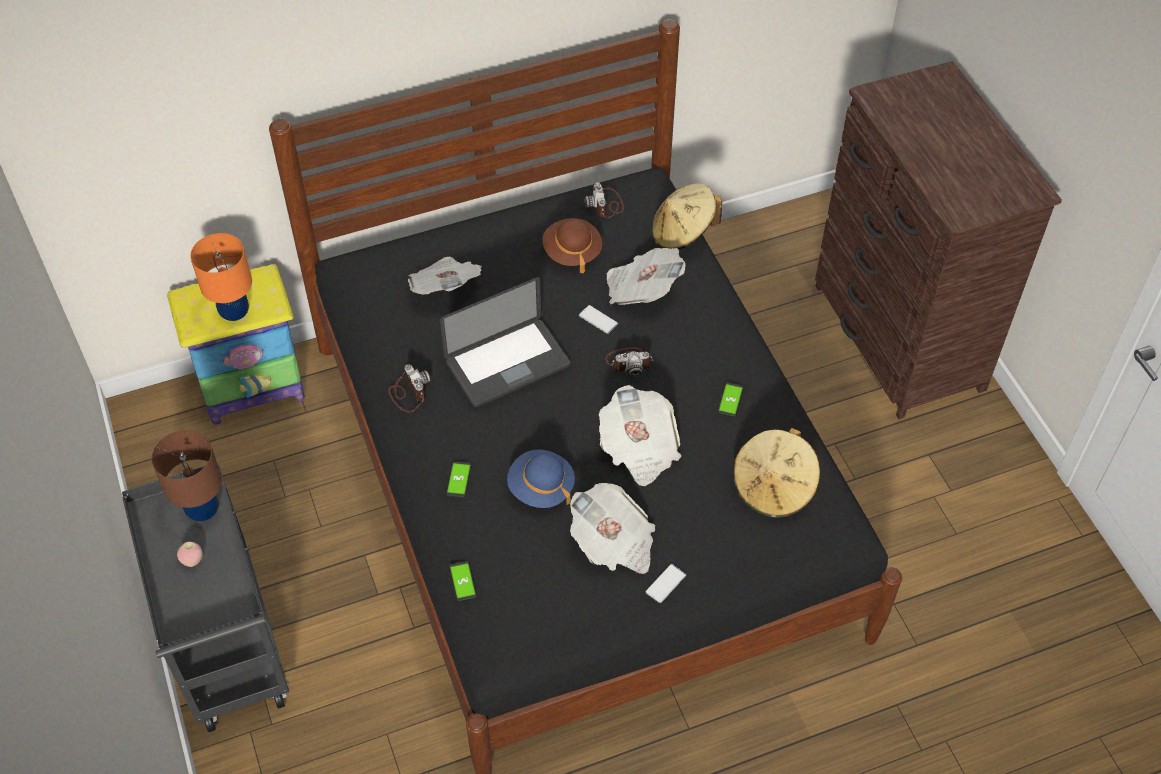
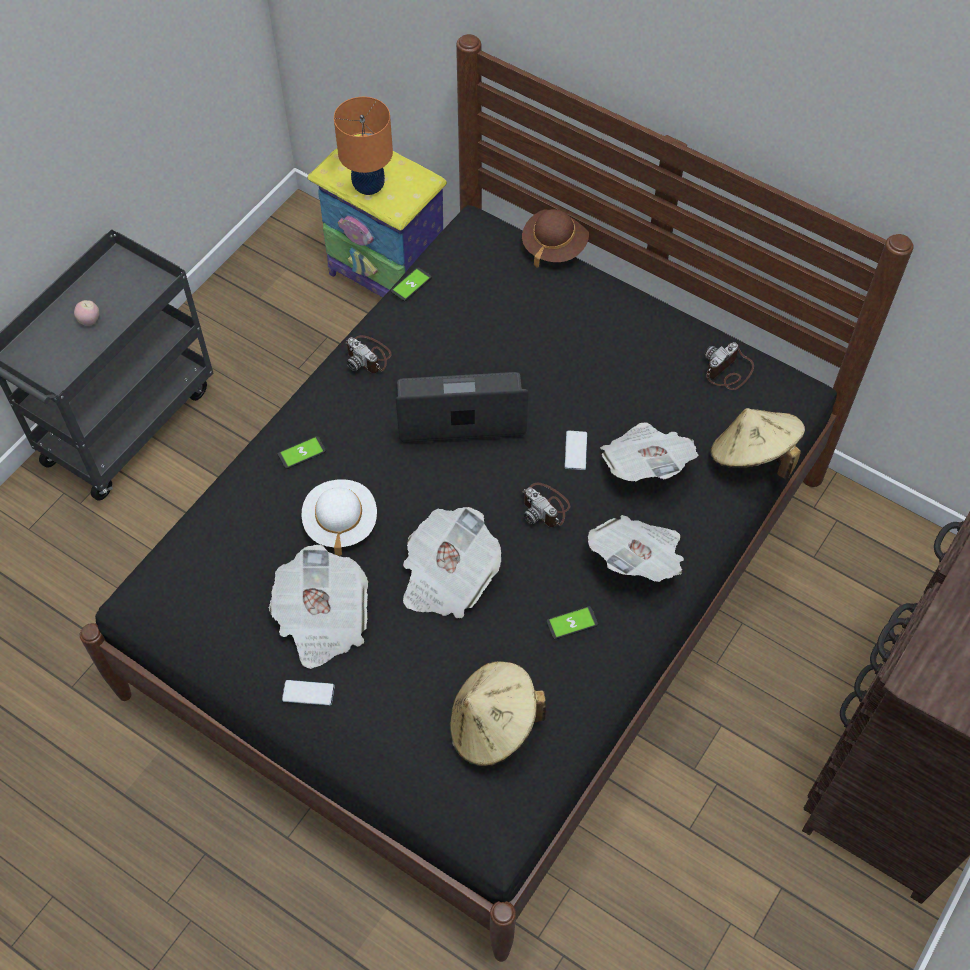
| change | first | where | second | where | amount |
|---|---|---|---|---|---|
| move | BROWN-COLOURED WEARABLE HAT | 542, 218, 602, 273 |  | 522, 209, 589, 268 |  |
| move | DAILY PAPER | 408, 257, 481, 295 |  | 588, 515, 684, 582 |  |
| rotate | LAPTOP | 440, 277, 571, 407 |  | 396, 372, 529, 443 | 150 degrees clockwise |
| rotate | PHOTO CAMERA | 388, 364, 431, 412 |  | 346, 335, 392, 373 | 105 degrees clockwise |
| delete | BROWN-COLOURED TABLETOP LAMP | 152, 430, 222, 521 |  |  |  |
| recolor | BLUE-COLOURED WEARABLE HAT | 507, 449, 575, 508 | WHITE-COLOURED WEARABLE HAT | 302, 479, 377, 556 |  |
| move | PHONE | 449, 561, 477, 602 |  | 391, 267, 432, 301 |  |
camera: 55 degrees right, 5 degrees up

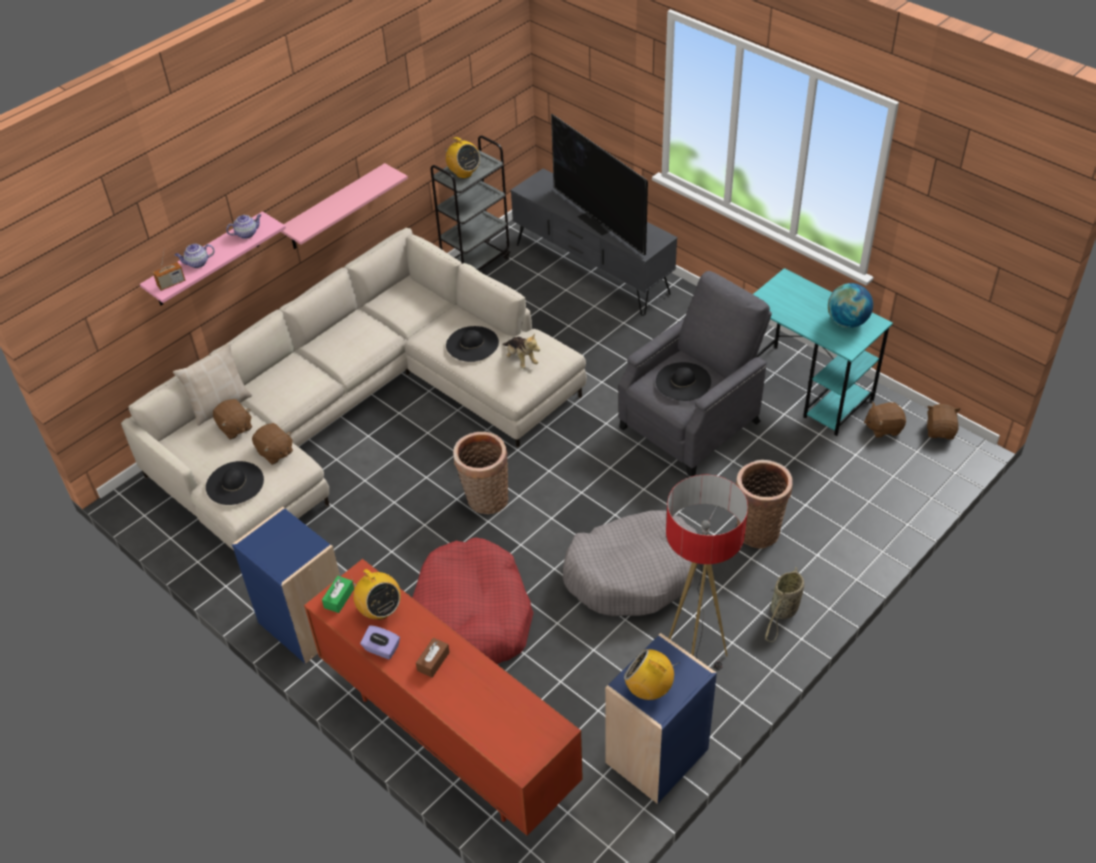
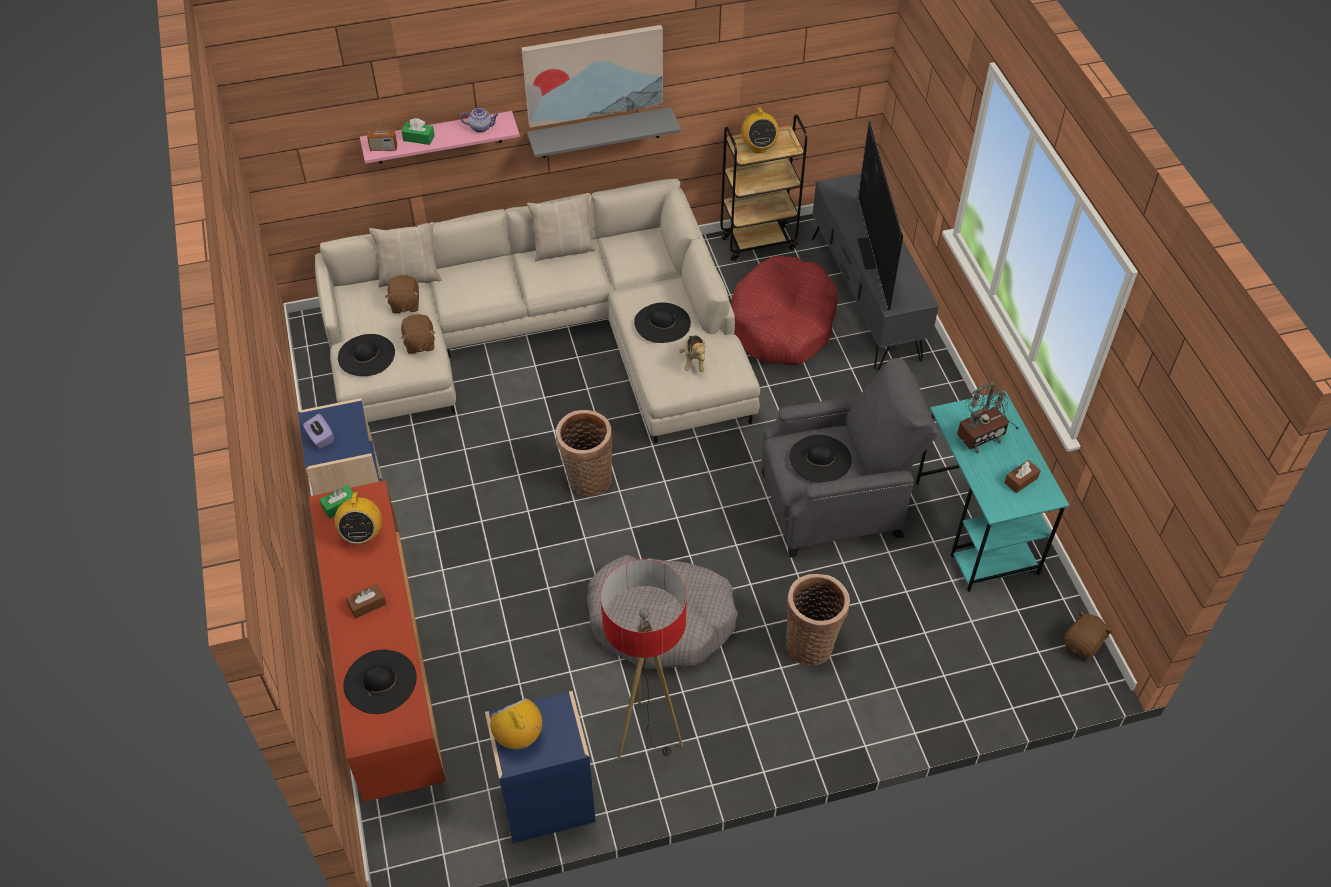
| change | first | where | second | where | amount |
|---|---|---|---|---|---|
| recolor | GRAY CART | 431, 136, 512, 271 | BROWN-COLOURED CART | 720, 114, 807, 261 |  |
| recolor | PINK SHELF | 281, 163, 408, 249 | GRAY SHELF | 527, 107, 681, 158 |  |
| replace | TEAPOT | 175, 244, 215, 268 | GREEN-COLOURED BOX OF TISSUES | 401, 118, 435, 145 |  |
| replace | GLOBE | 828, 283, 873, 328 | BROWN-COLOURED BOX OF TISSUES | 1004, 460, 1041, 493 |  |
| delete | BROWN-COLOURED PLUSH TOY | 864, 402, 906, 438 |  |  |  |
| move | RED-COLOURED PET BED | 412, 537, 533, 664 |  | 731, 256, 838, 365 |  |
| delete | HOUSEHOLD BASKET | 765, 567, 804, 642 |  |  |  |
| move | PURPLE BOX OF TISSUES | 360, 625, 400, 659 |  | 303, 414, 334, 449 |  |
| insert |  |  | WALL PICTURE | 522, 25, 663, 128 |  |
| insert |  |  | BEIGE-COLOURED THROW PILLOW | 527, 193, 596, 262 |  |
| insert |  |  | TABLETOP LAMP | 957, 382, 1019, 453 |  |
| insert |  |  | BLACKISH WEARABLE HAT | 343, 650, 417, 714 |  |
camera: 30 degrees right, 5 degrees up

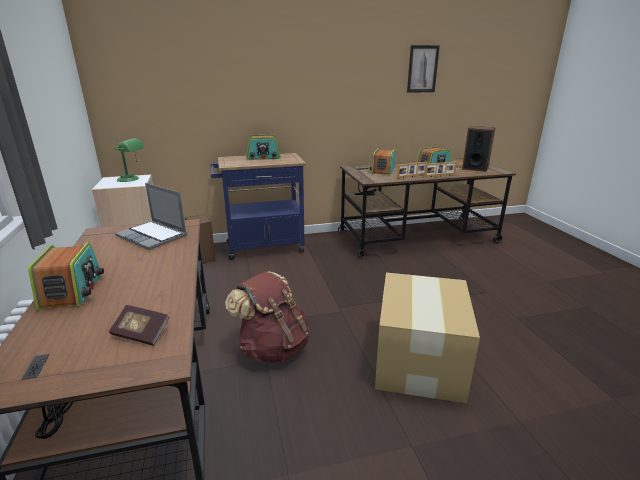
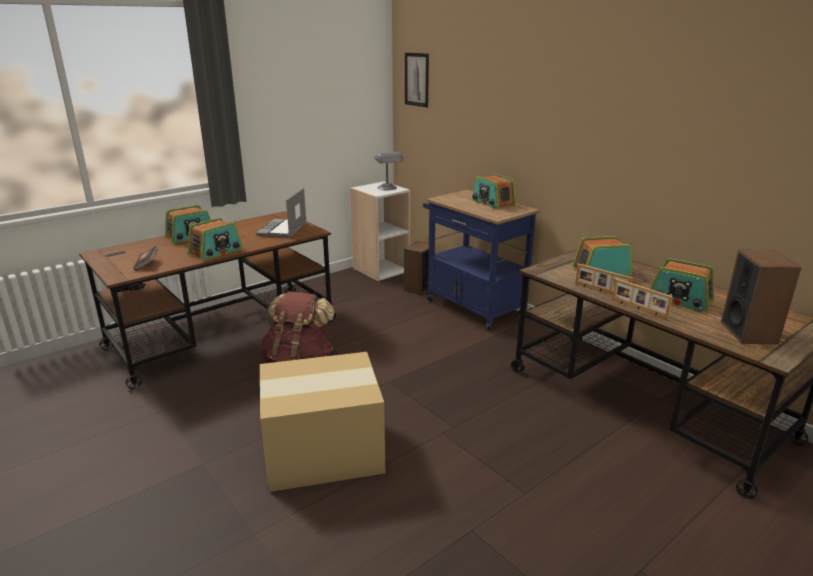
| change | first | where | second | where | amount |
|---|---|---|---|---|---|
| move | WALL PICTURE | 407, 45, 440, 93 |  | 405, 52, 429, 107 |  |
| recolor | GREEN-COLOURED TABLETOP LAMP | 112, 138, 144, 182 | GRAY TABLETOP LAMP | 373, 152, 404, 190 |  |
| insert |  |  | RADIO SET | 188, 218, 243, 261 |  |
camera: 65 degrees right, 0 degrees up

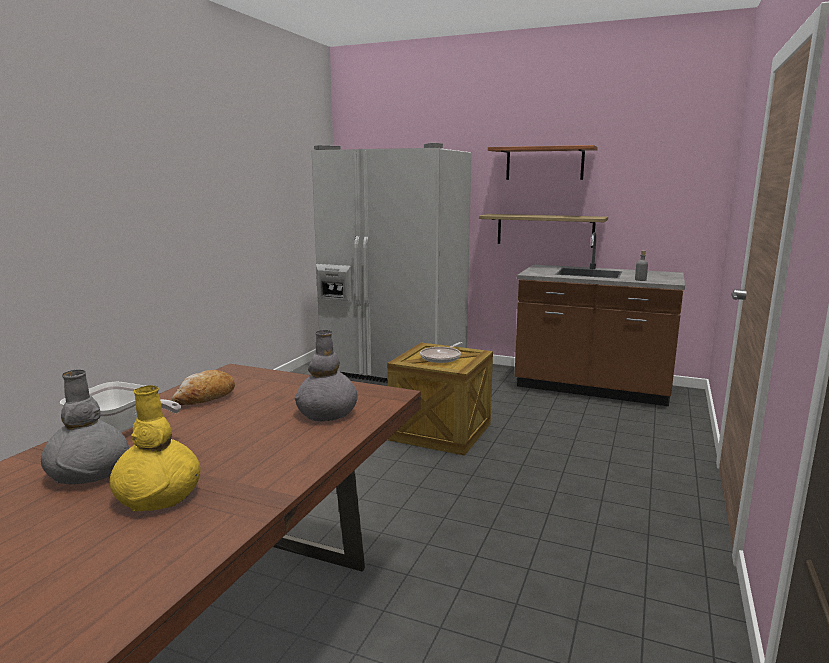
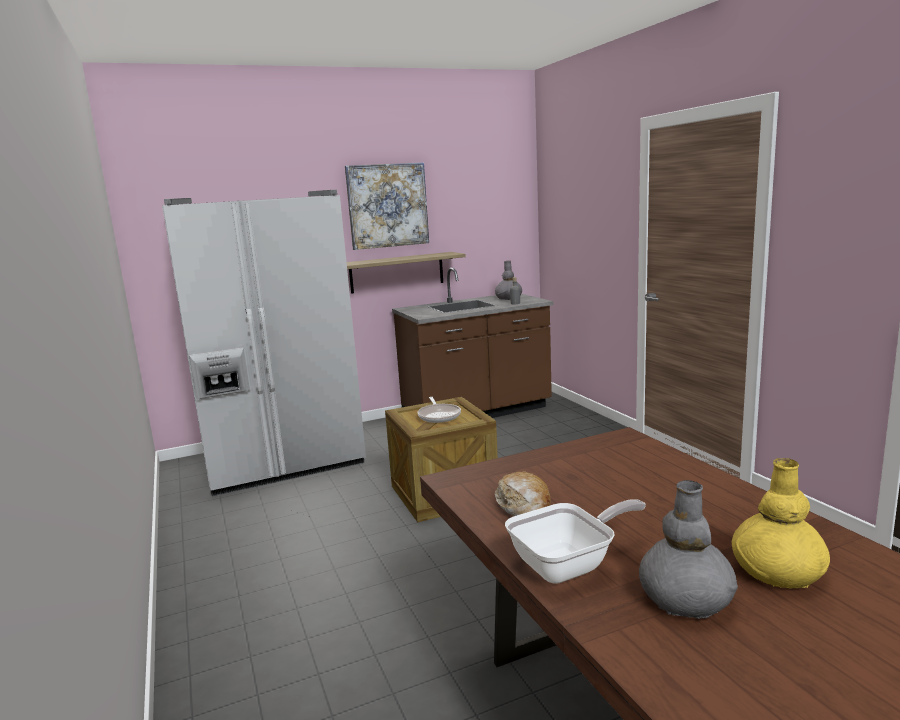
| change | first | where | second | where | amount |
|---|---|---|---|---|---|
| replace | SHELF | 488, 145, 598, 180 | WALL PICTURE | 345, 162, 429, 250 |  |
| move | GRAY DECORATIVE VASE | 295, 330, 357, 422 |  | 495, 261, 522, 300 |  |
camera: 45 degrees left, 0 degrees up

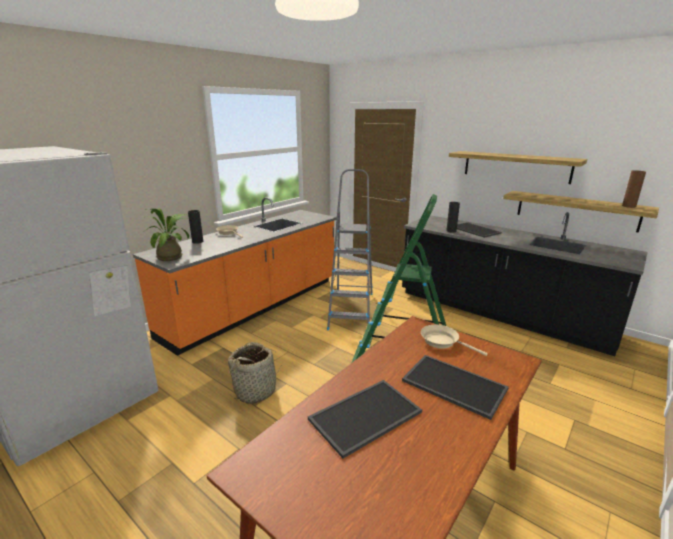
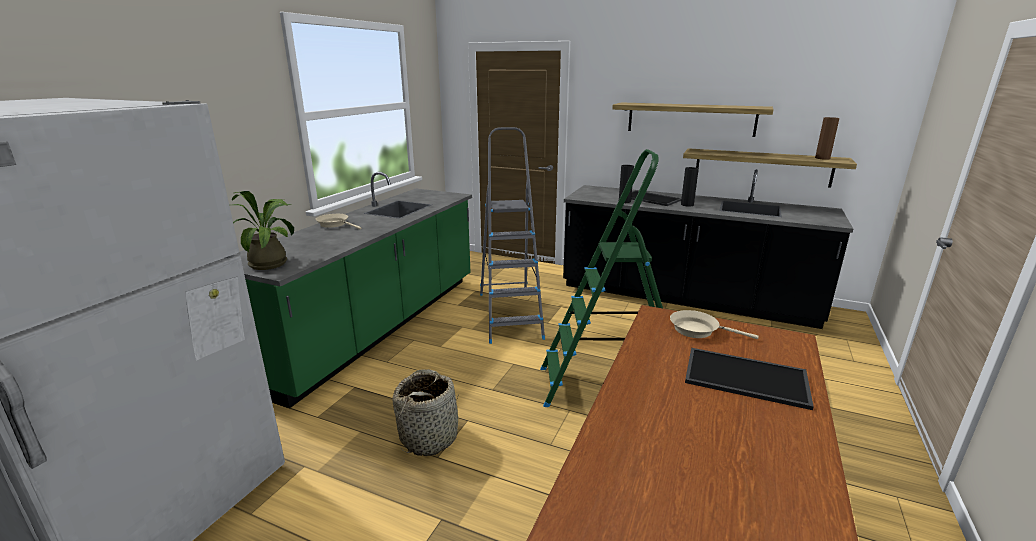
| change | first | where | second | where | amount |
|---|---|---|---|---|---|
| recolor | ORANGE KITCHEN COUNTER | 133, 197, 337, 356 | GREEN-COLOURED KITCHEN COUNTER | 237, 172, 472, 408 |  |
| move | BLACKISH DECORATIVE VASE | 188, 210, 203, 244 |  | 681, 167, 699, 206 |  |
| delete | CARRYING TRAY | 308, 380, 422, 459 |  |  |  |
camera: 15 degrees left, 0 degrees up

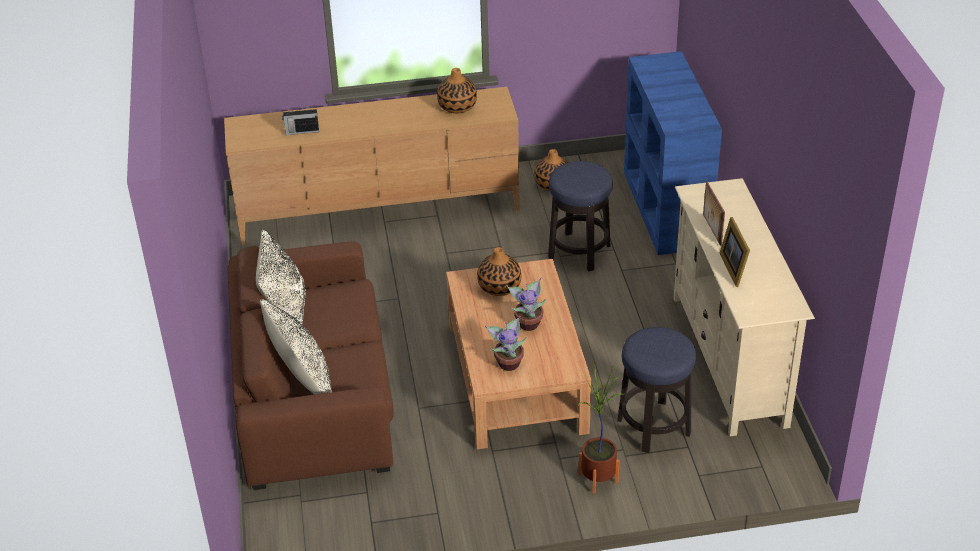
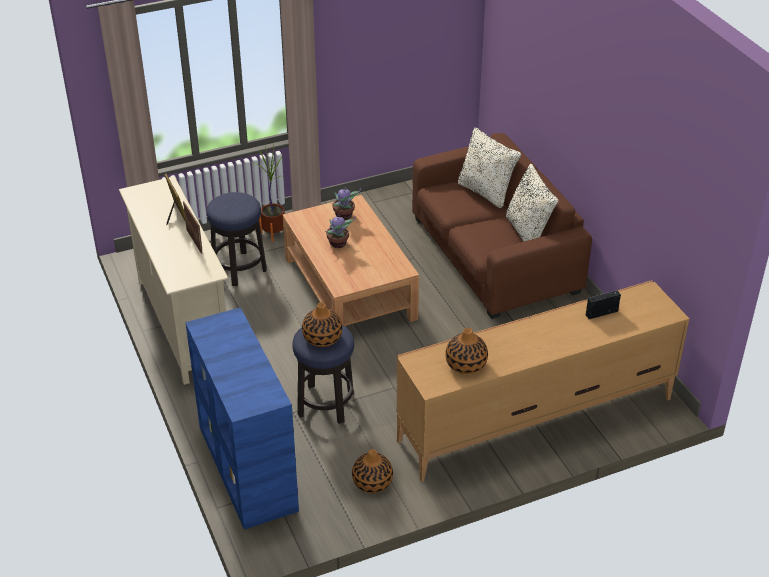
| change | first | where | second | where | amount |
|---|---|---|---|---|---|
| move | DECORATIVE VASE | 477, 247, 521, 296 |  | 302, 303, 342, 347 |  |
camera: 165 degrees right, 0 degrees up

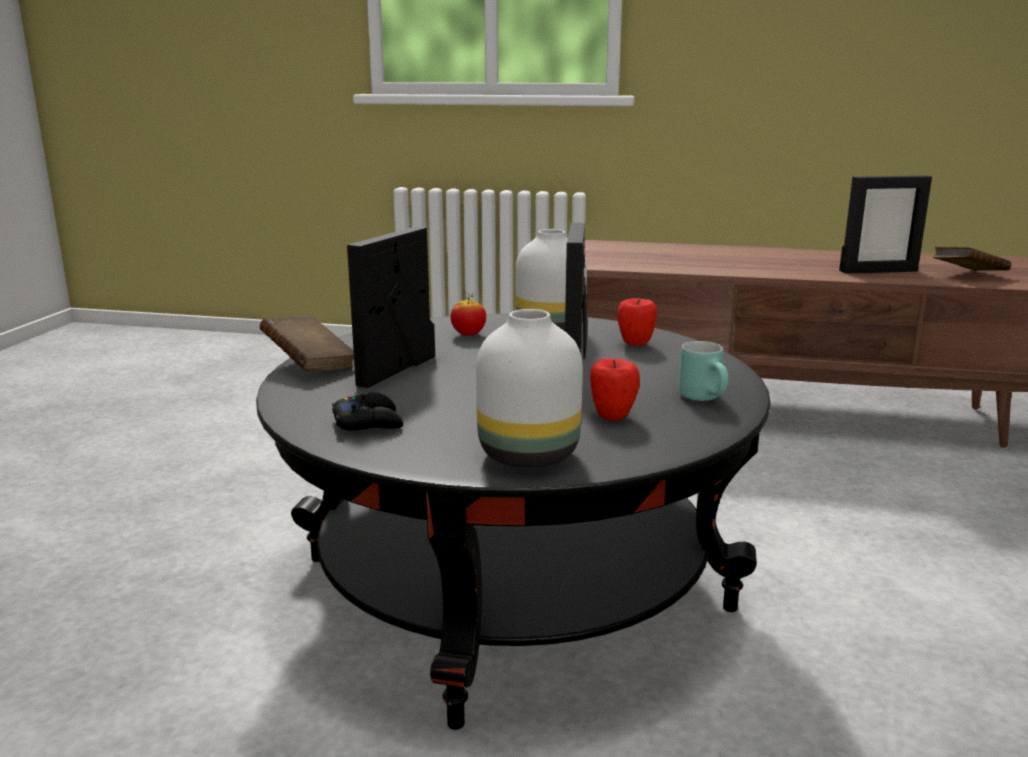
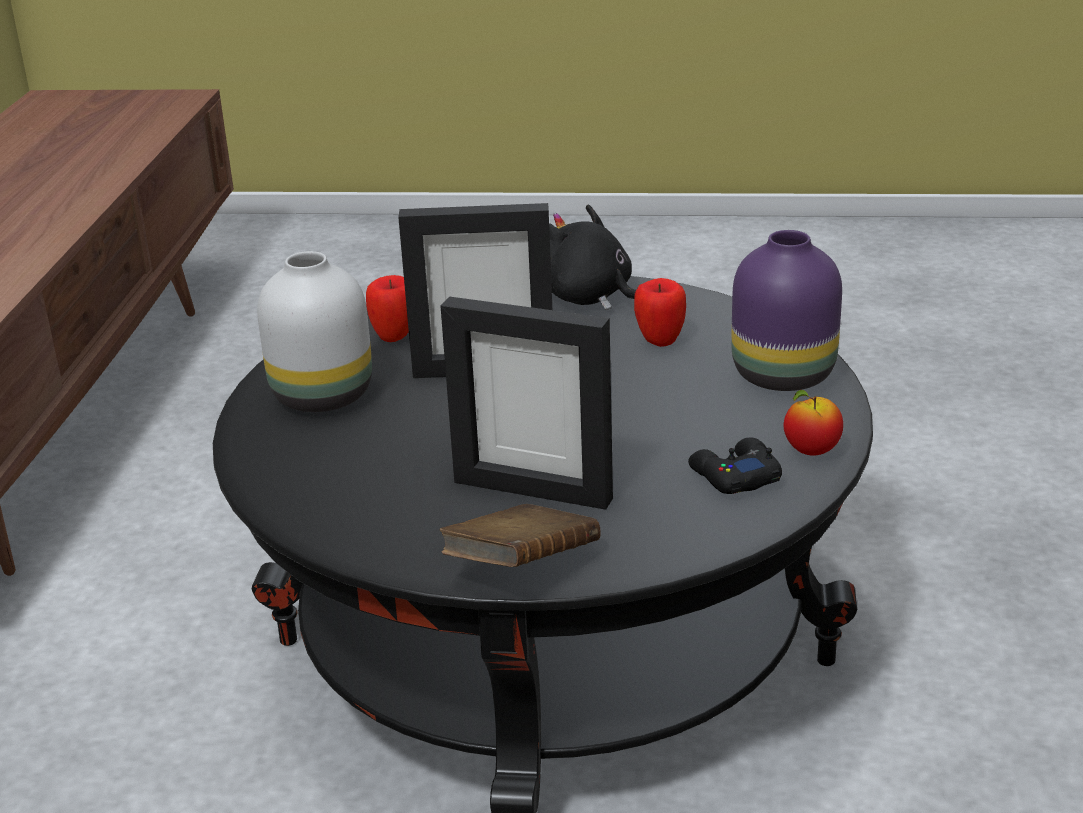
| change | first | where | second | where | amount |
|---|---|---|---|---|---|
| delete | STANDING FRAME | 839, 175, 932, 274 |  |  |  |
| delete | BROWN-COLOURED BOOK | 933, 247, 1011, 271 |  |  |  |
| move | APPLE FRUIT | 450, 292, 486, 336 |  | 784, 390, 843, 455 |  |
| recolor | WHITE-COLOURED DECORATIVE VASE | 476, 309, 583, 468 | PURPLE DECORATIVE VASE | 731, 230, 842, 391 |  |
| replace | TURQUOISE-COLOURED TEA MUG | 679, 341, 729, 401 | BLACKISH PLUSH TOY | 549, 205, 636, 310 |  |
camera: 95 degrees left, 10 degrees up

